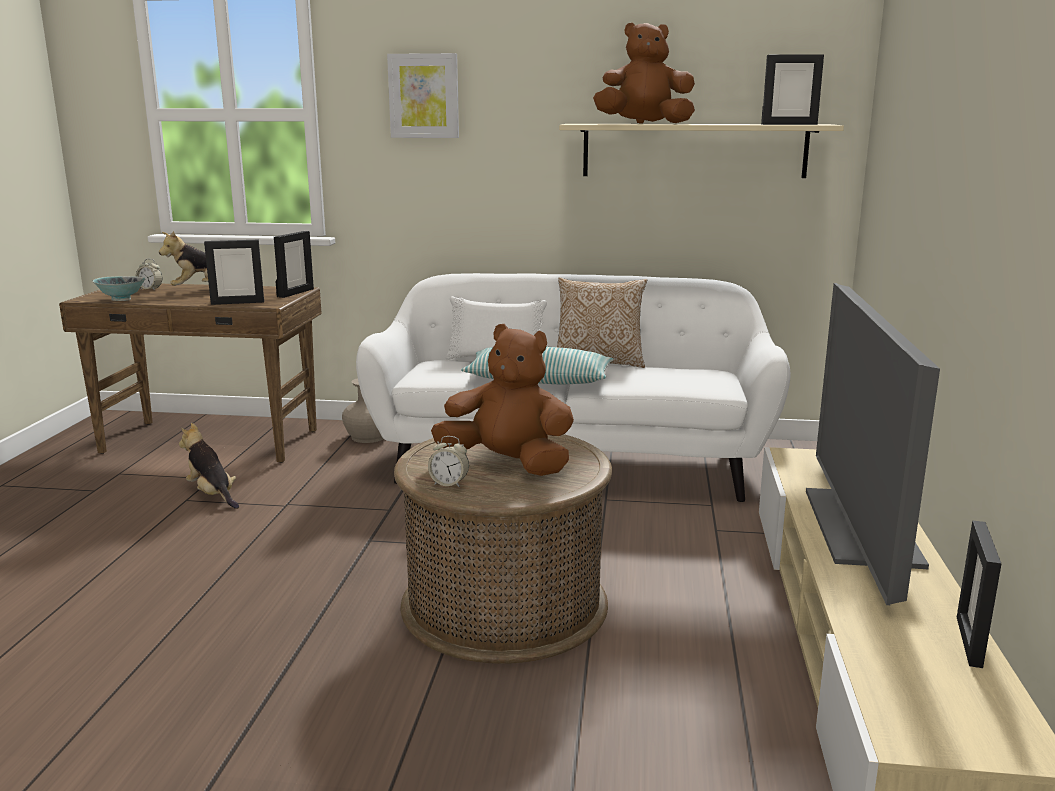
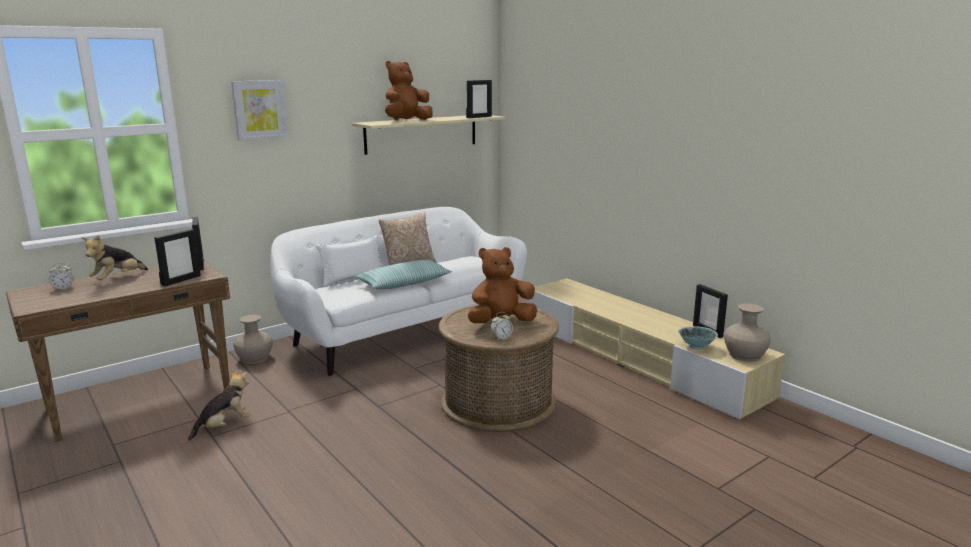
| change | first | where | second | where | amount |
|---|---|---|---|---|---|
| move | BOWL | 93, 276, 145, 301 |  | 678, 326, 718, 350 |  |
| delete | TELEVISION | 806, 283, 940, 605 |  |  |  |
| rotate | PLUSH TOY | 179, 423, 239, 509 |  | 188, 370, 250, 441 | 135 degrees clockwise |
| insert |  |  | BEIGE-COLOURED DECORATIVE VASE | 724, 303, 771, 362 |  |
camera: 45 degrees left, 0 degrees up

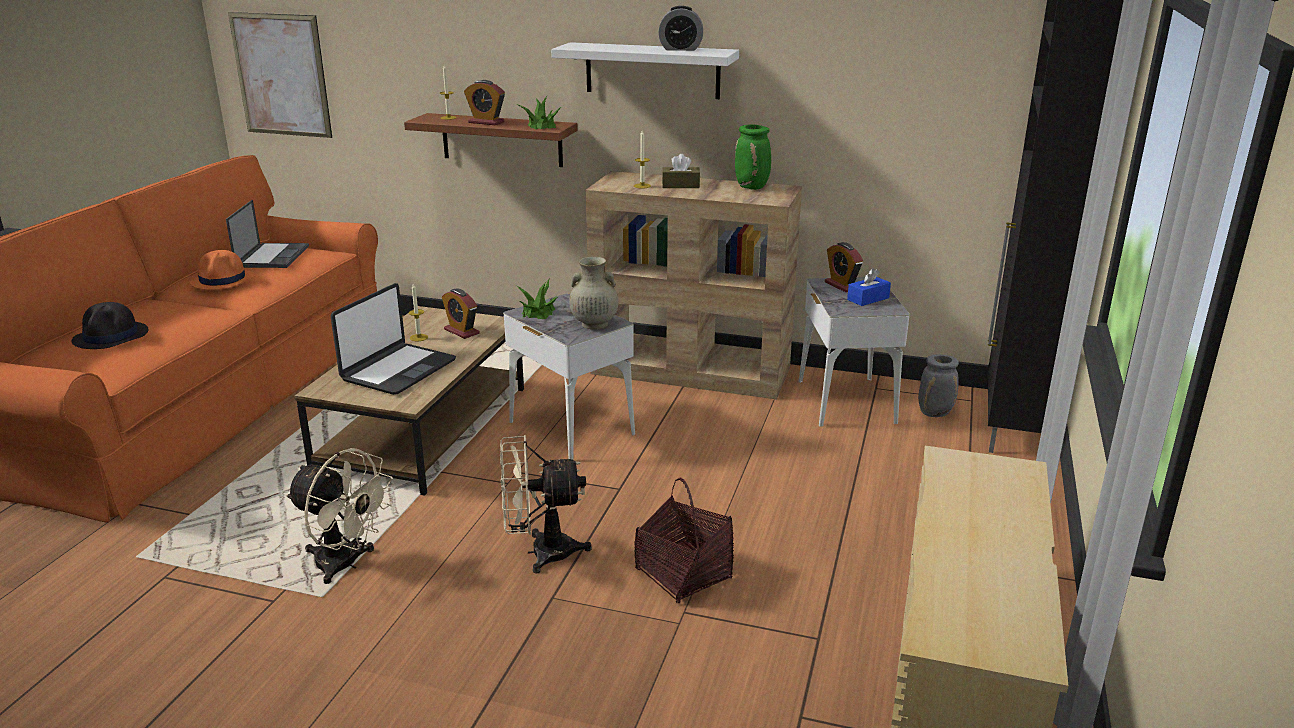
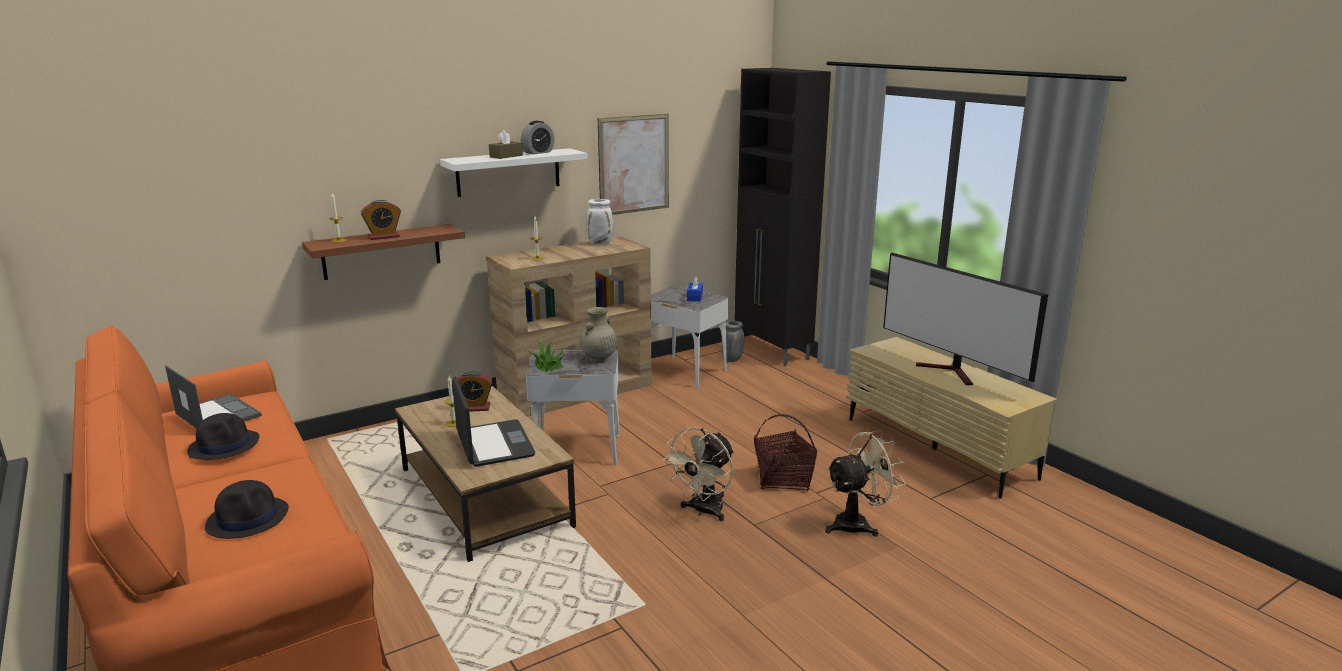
| change | first | where | second | where | amount |
|---|---|---|---|---|---|
| move | WALL PICTURE | 228, 12, 332, 138 |  | 598, 114, 669, 215 |  |
| delete | HOUSEPLANT | 516, 96, 561, 129 |  |  |  |
| recolor | GREEN-COLOURED DECORATIVE VASE | 735, 124, 771, 190 | WHITE-COLOURED DECORATIVE VASE | 587, 199, 613, 244 |  |
| move | BROWN-COLOURED BOX OF TISSUES | 662, 154, 700, 188 |  | 489, 130, 523, 159 |  |
| delete | BEDSIDE CLOCK | 825, 242, 863, 292 |  |  |  |
| recolor | ORANGE WEARABLE HAT | 190, 250, 254, 290 | BLACKISH WEARABLE HAT | 187, 413, 259, 460 |  |
| move | BEIGE-COLOURED FAN | 286, 448, 393, 584 |  | 825, 430, 906, 537 |  |
| insert |  |  | TELEVISION | 883, 252, 1048, 385 |  |
camera: 50 degrees left, 5 degrees down

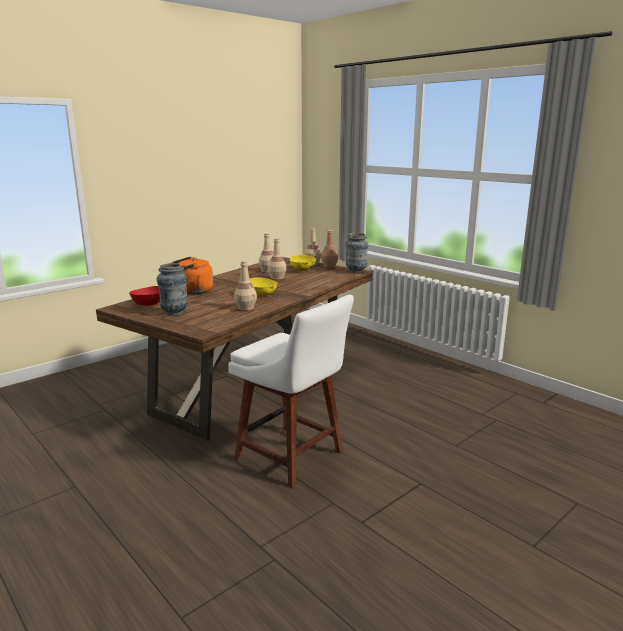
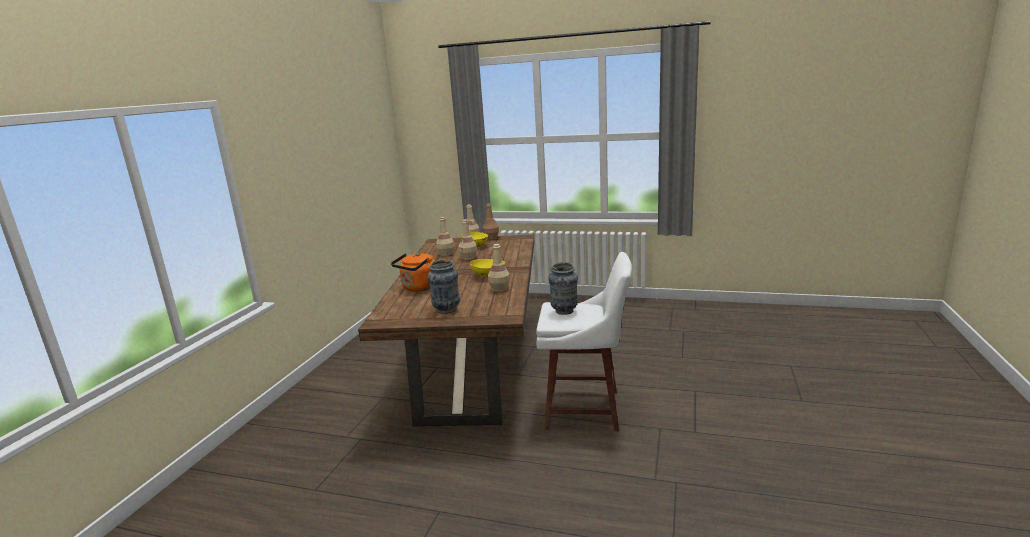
| change | first | where | second | where | amount |
|---|---|---|---|---|---|
| move | DECORATIVE VASE | 346, 233, 368, 273 |  | 548, 262, 578, 315 |  |
| delete | RED-COLOURED BOWL | 129, 286, 160, 306 |  |  |  |
camera: 30 degrees left, 0 degrees up

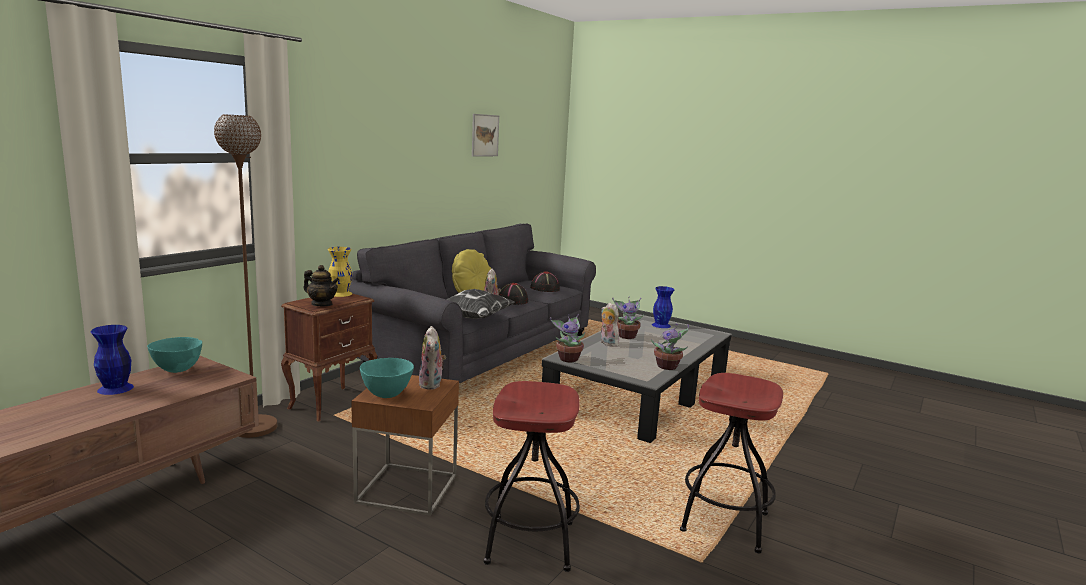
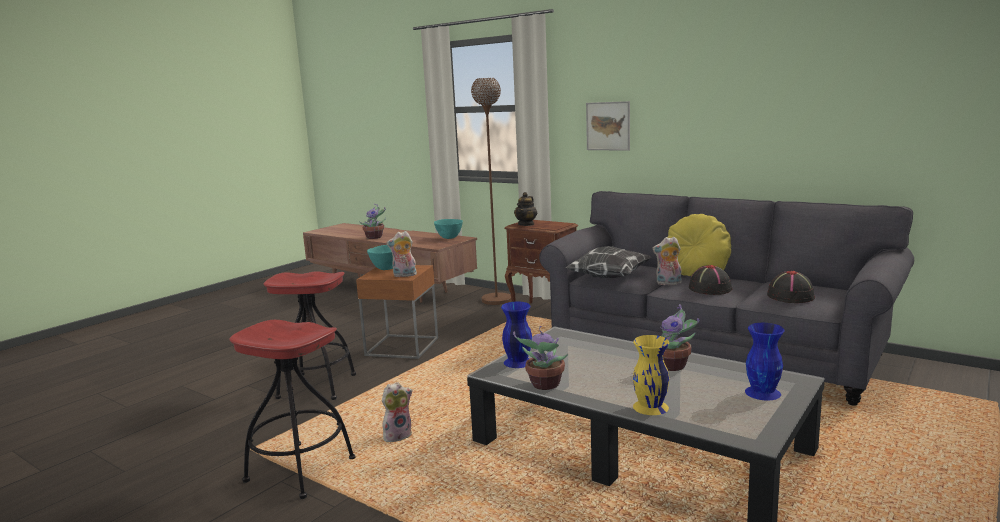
| change | first | where | second | where | amount |
|---|---|---|---|---|---|
| move | WALL PICTURE | 472, 114, 499, 157 |  | 586, 101, 630, 151 |  |
| move | YELLOWISH DECORATIVE VASE | 328, 247, 352, 297 |  | 633, 335, 669, 415 |  |
| move | PLUSH TOY | 601, 303, 619, 347 |  | 382, 382, 413, 442 |  |
| move | HOUSEPLANT | 550, 314, 585, 362 |  | 359, 204, 386, 239 |  |
| move | BLUE-COLOURED DECORATIVE VASE | 91, 325, 134, 395 |  | 501, 302, 532, 368 |  |
camera: 95 degrees right, 0 degrees up

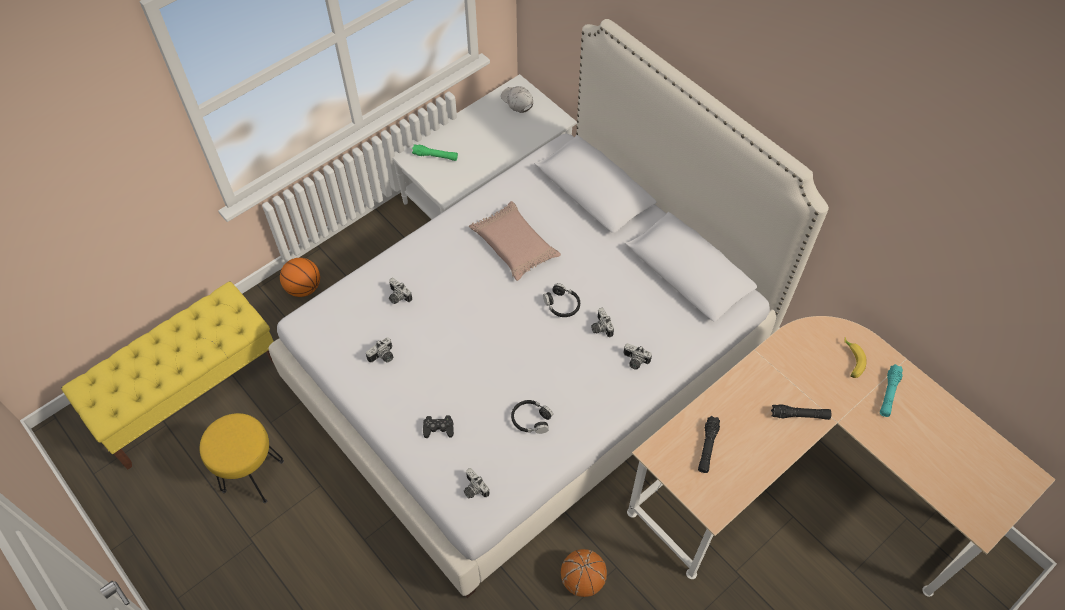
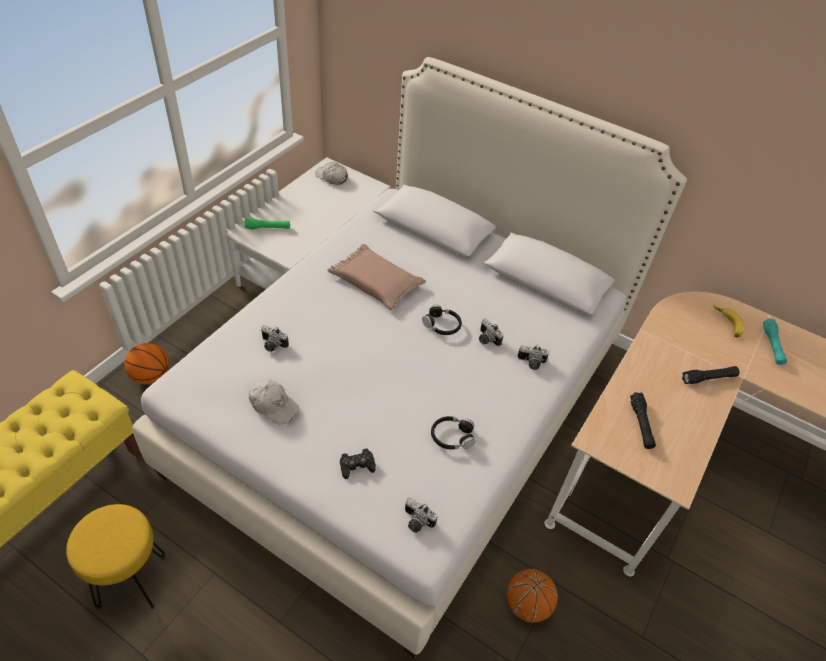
| change | first | where | second | where | amount |
|---|---|---|---|---|---|
| replace | PHOTO CAMERA | 366, 337, 393, 363 | WHITE-COLOURED CAP | 249, 380, 300, 425 |  |
camera: 20 degrees left, 10 degrees down

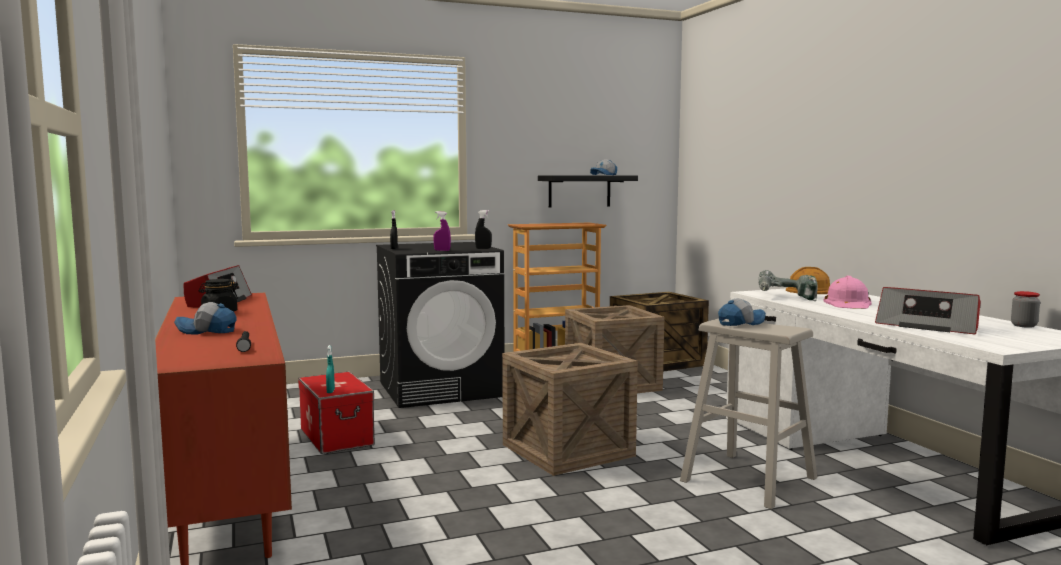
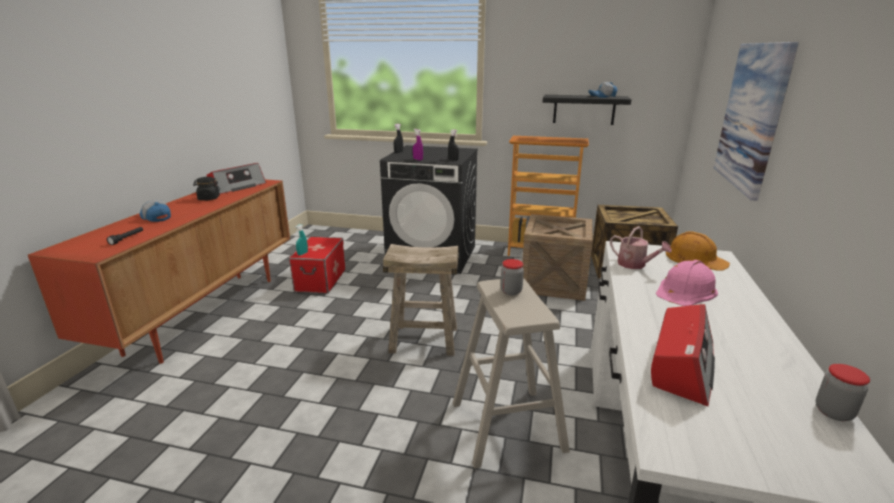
| change | first | where | second | where | amount |
|---|---|---|---|---|---|
| replace | ELECTRIC DRILL | 758, 270, 818, 301 | SPRINKLING CAN | 610, 226, 672, 269 |  |
| rotate | RADIO SET | 875, 287, 980, 334 |  | 651, 304, 715, 407 | 135 degrees counterclockwise |
| replace | CAP | 718, 298, 766, 326 | JAR | 501, 259, 524, 295 |  |
| replace | CRATE | 502, 343, 638, 476 | BEIGE-COLOURED SITTING STOOL | 383, 244, 459, 356 |  |
| insert |  |  | WALL PICTURE | 714, 42, 799, 201 |  |
camera: 35 degrees right, 15 degrees up

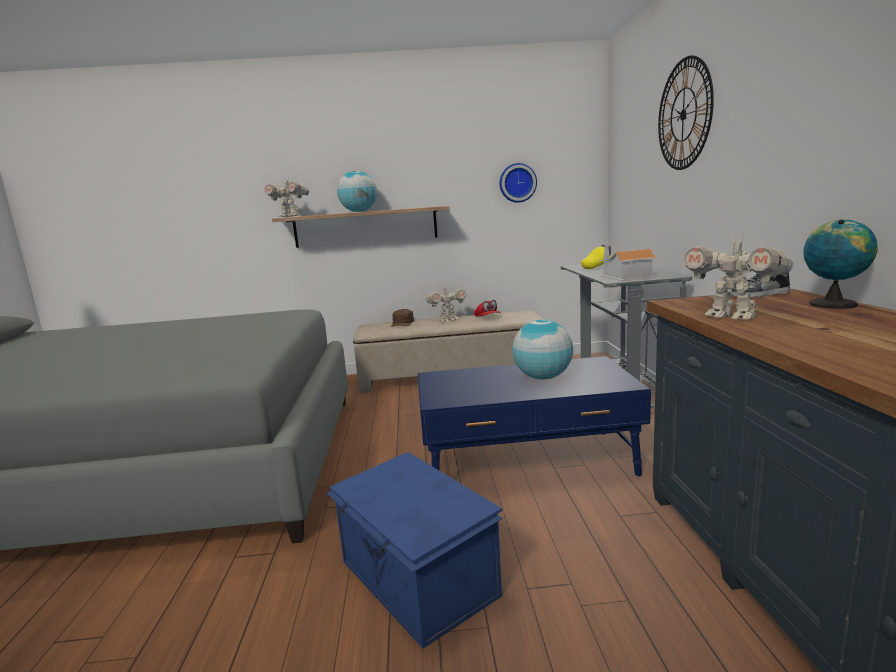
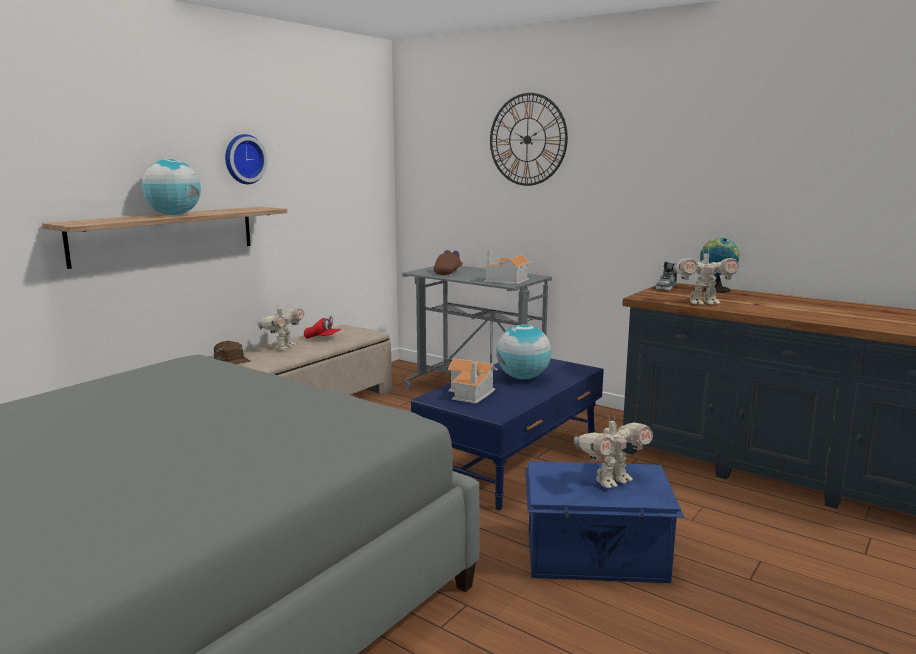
| change | first | where | second | where | amount |
|---|---|---|---|---|---|
| move | HANGING CLOCK | 500, 163, 537, 203 |  | 225, 134, 267, 184 |  |
| move | MODEL ROBOT | 265, 181, 309, 217 |  | 574, 415, 653, 488 |  |
| recolor | YELLOWISH CAP | 581, 245, 612, 269 | BROWN-COLOURED CAP | 434, 250, 463, 275 |  |
| insert |  |  | MINIATURE HOUSE | 448, 358, 498, 404 |  |
camera: 50 degrees left, 0 degrees up

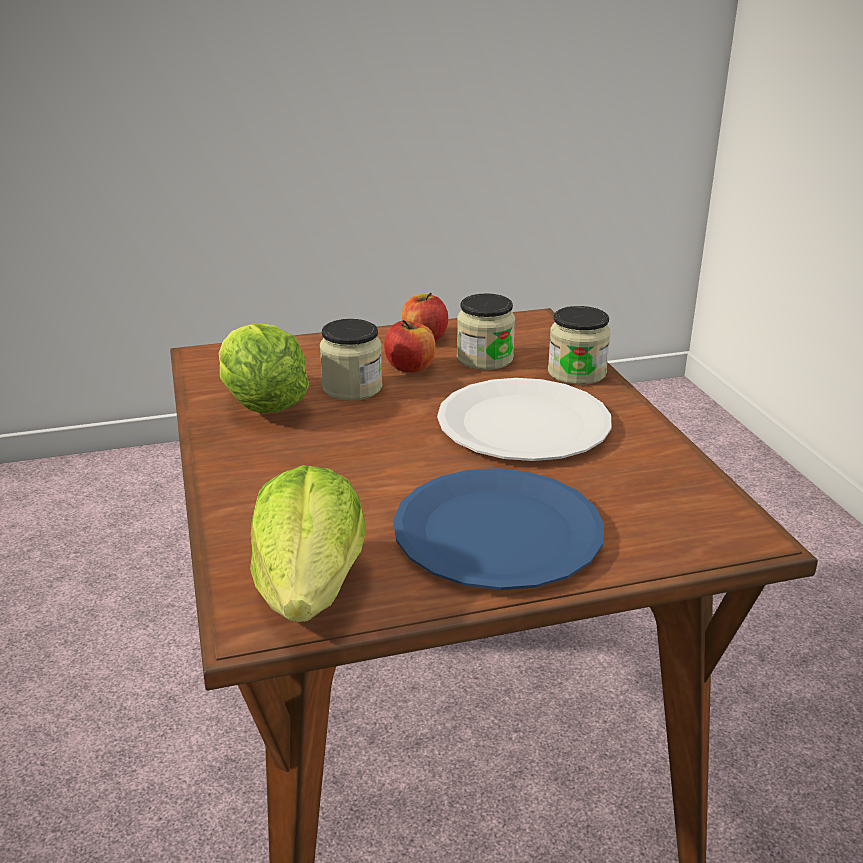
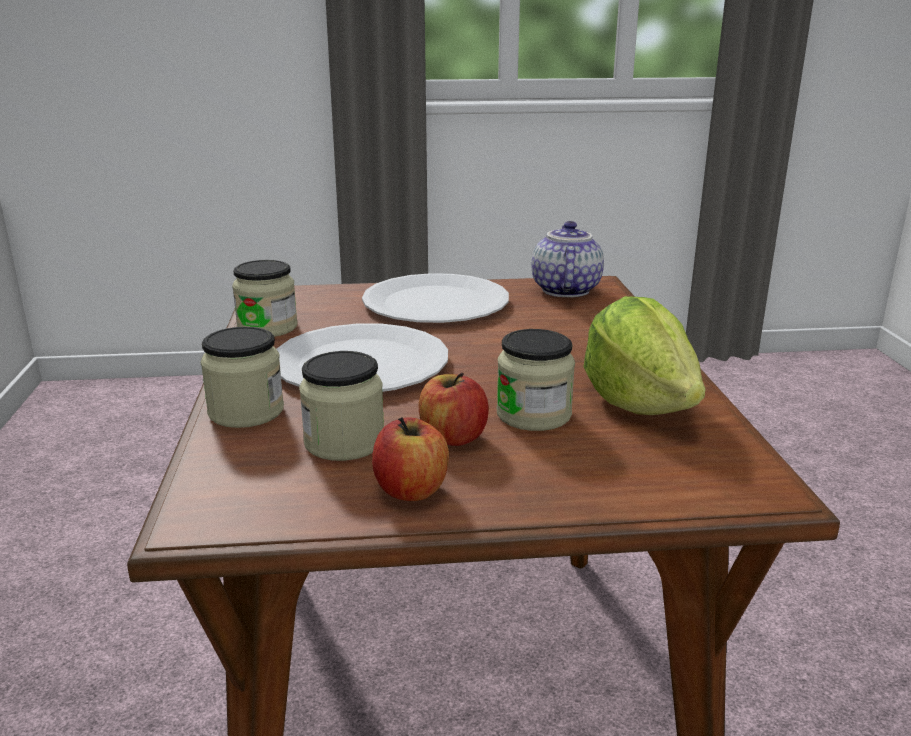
| change | first | where | second | where | amount |
|---|---|---|---|---|---|
| replace | LETTUCE HEAD | 250, 465, 366, 622 | TEAPOT | 532, 221, 604, 298 |  |
| recolor | BLUE-COLOURED DINNER PLATE | 393, 468, 604, 590 | WHITE-COLOURED DINNER PLATE | 362, 273, 509, 323 |  |
| insert |  |  | JAR | 232, 260, 297, 337 |  |
camera: 170 degrees left, 5 degrees down

